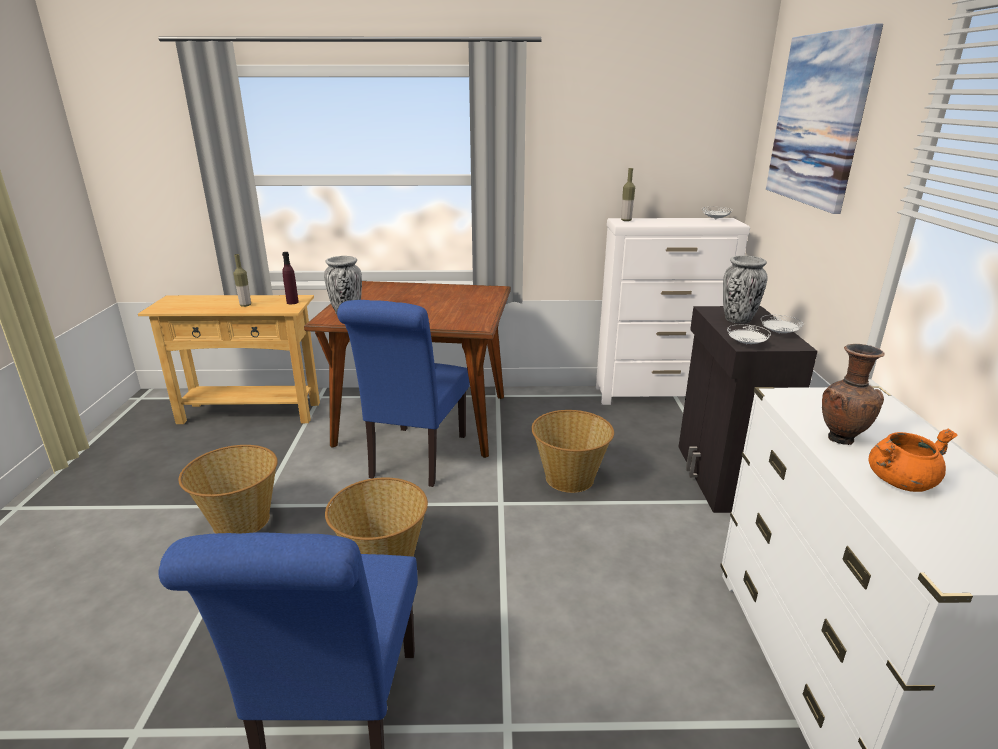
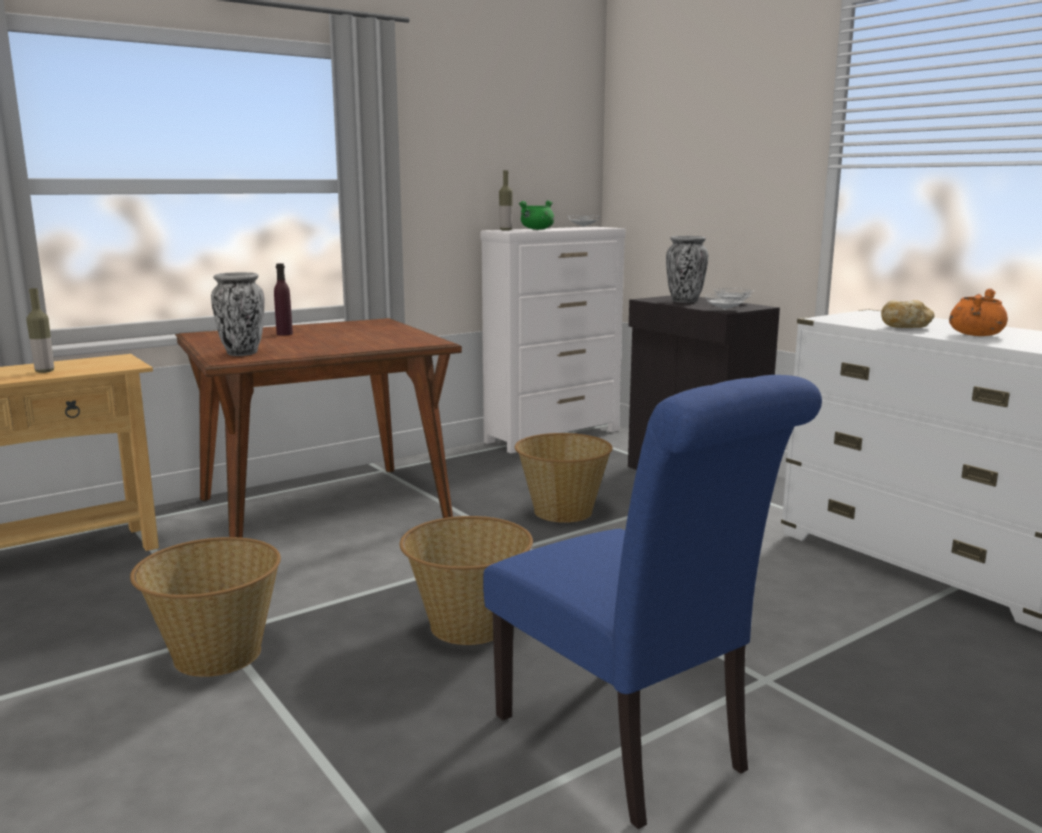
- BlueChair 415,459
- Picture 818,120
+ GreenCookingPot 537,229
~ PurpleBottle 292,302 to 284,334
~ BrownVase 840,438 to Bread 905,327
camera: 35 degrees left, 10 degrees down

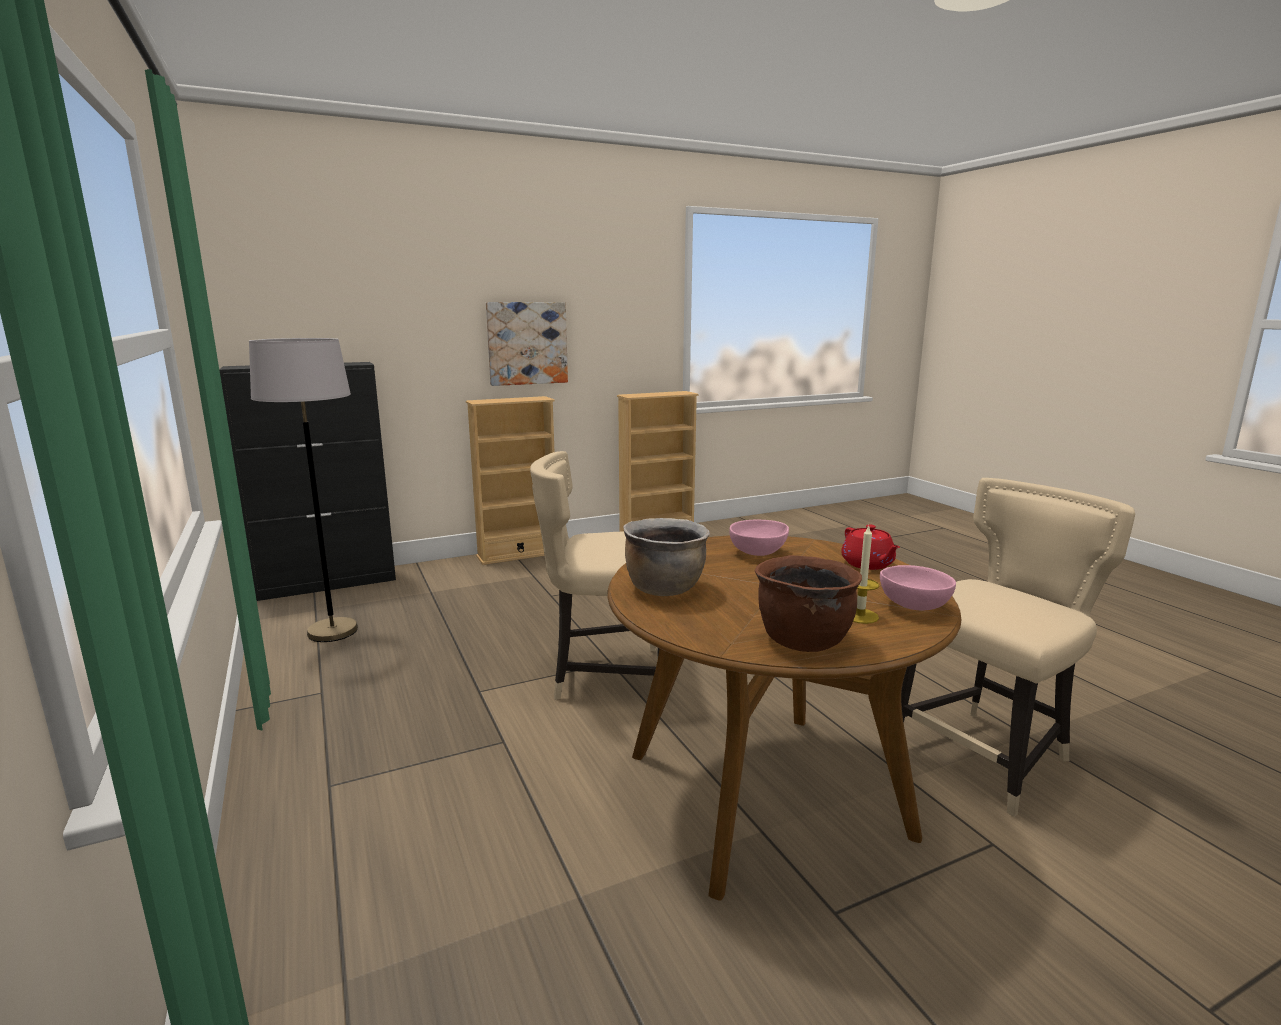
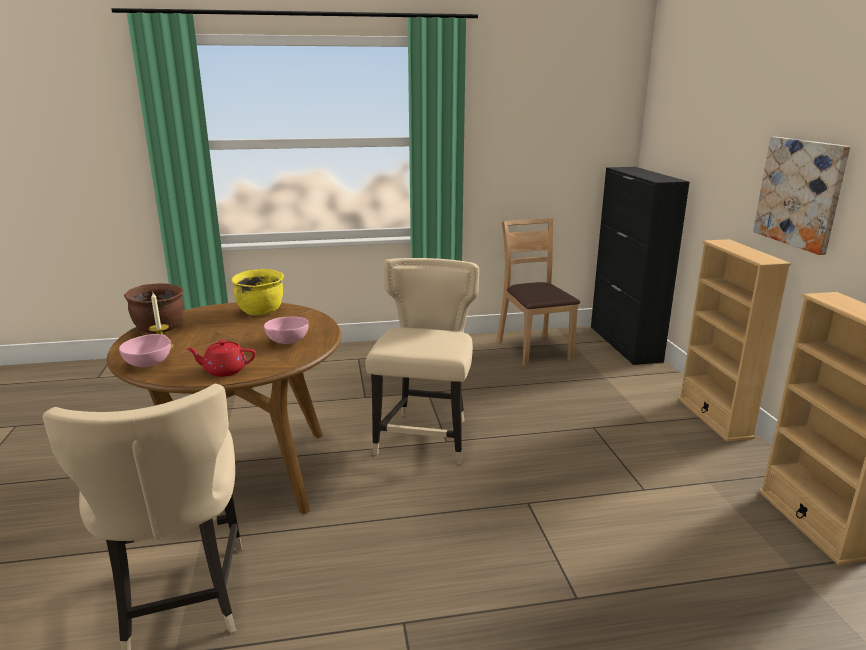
~ GreyFloorLamp 332,631 to BrownChair 534,350
~ BrownCookingPot 664,588 to YellowCookingPot 261,312
camera: 105 degrees right, 5 degrees up

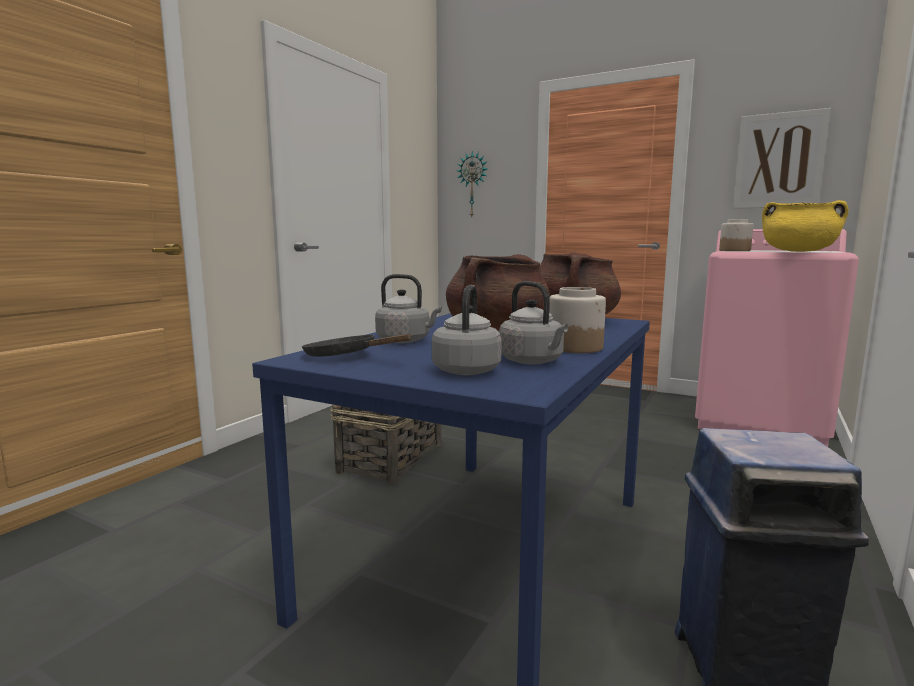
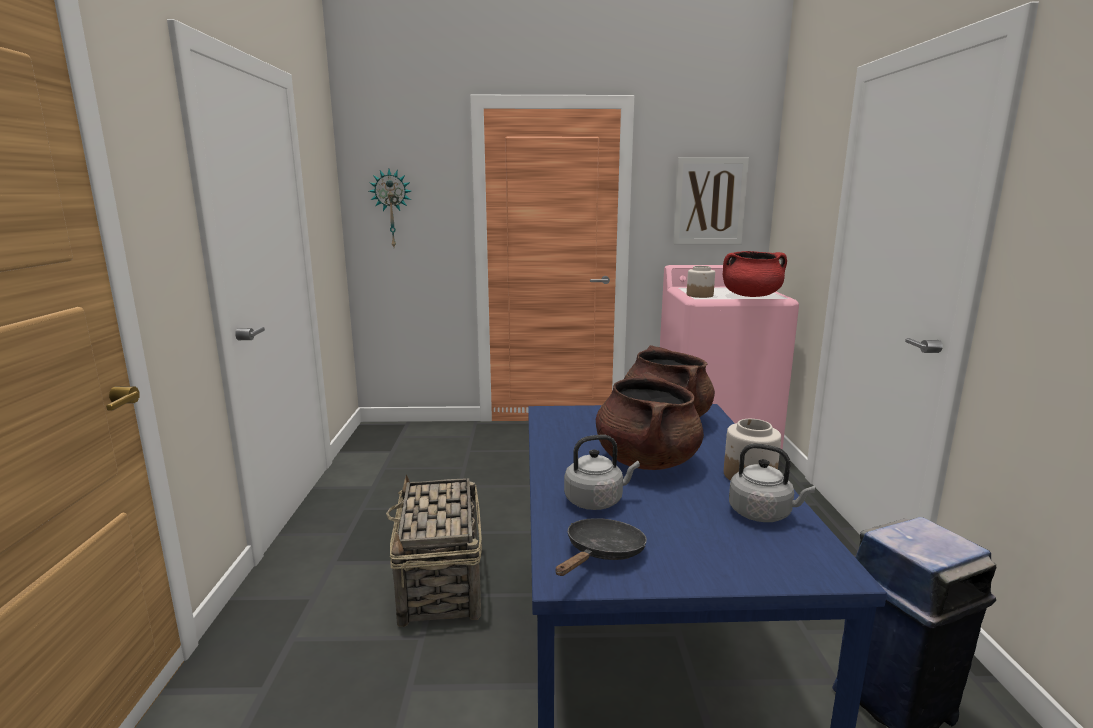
- GreyKettle 467,370
~ YellowCookingPot 798,251 to RedCookingPot 751,296
~ BlackFryingPan 346,356 = 602,554 120 degrees clockwise
camera: 30 degrees left, 5 degrees up

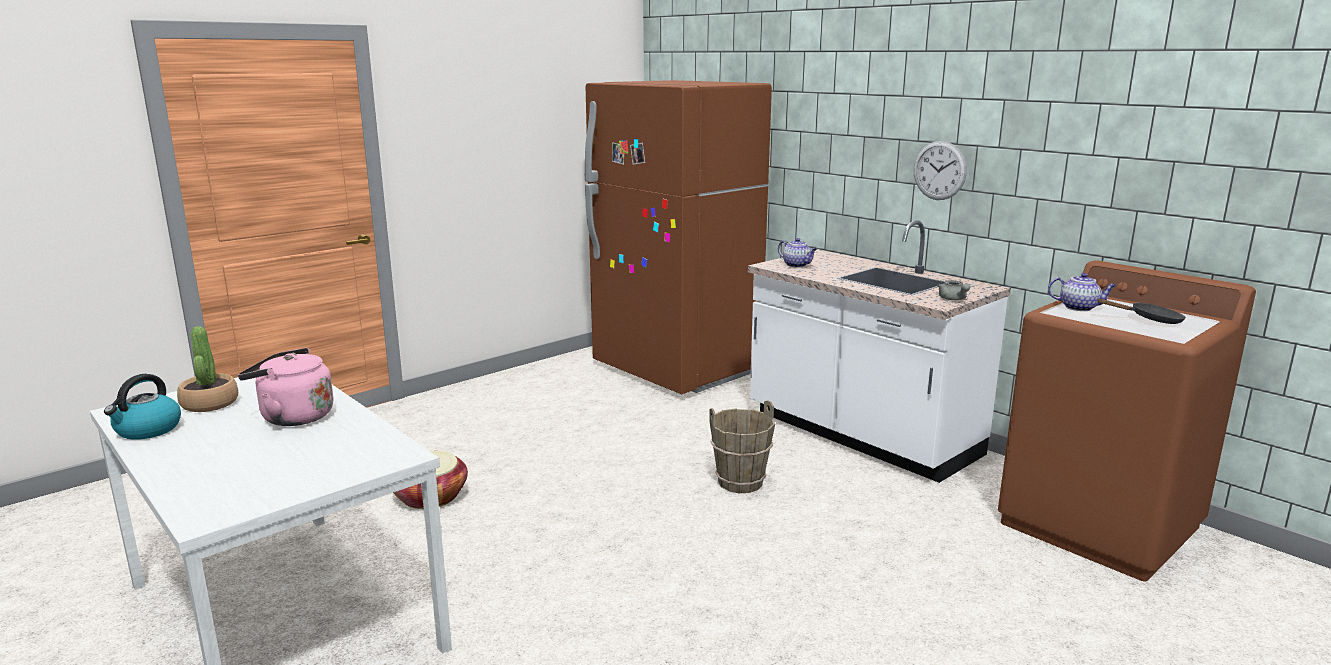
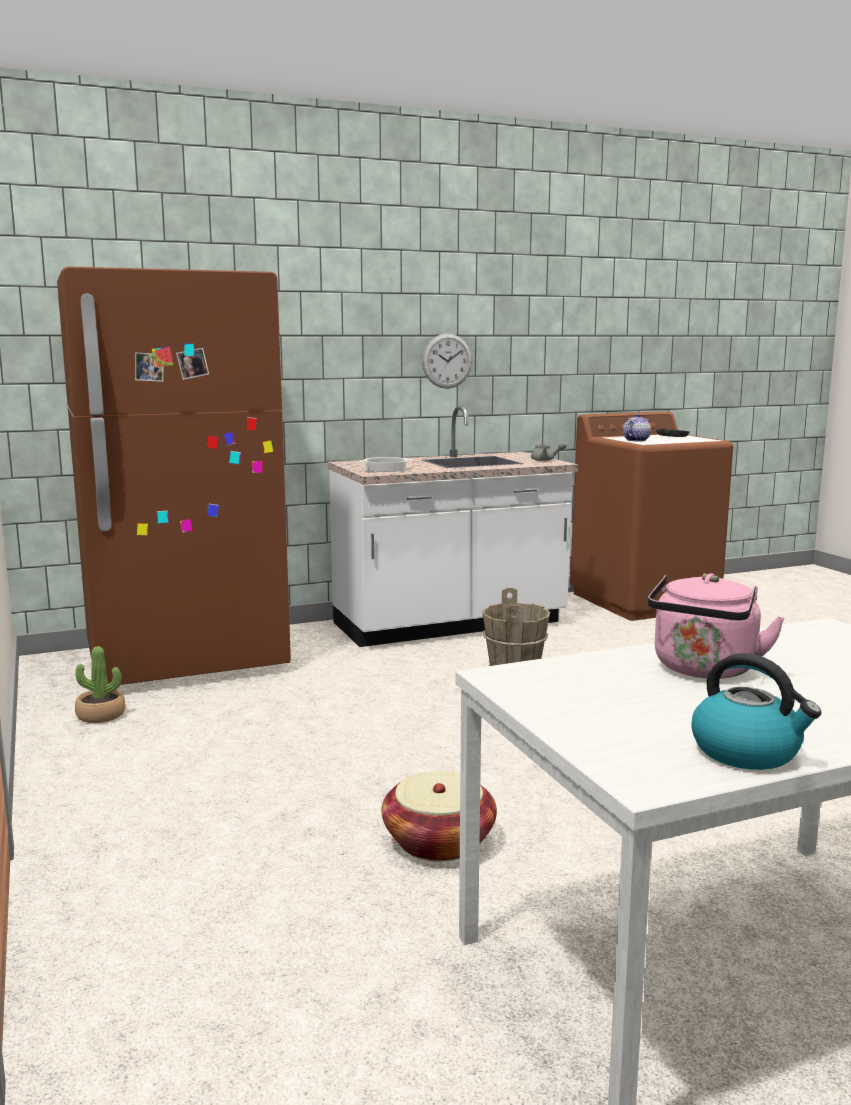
~ PottedPlant 209,403 to 101,715
~ Teapot 797,265 to CookingPot 385,469
camera: 70 degrees left, 5 degrees down

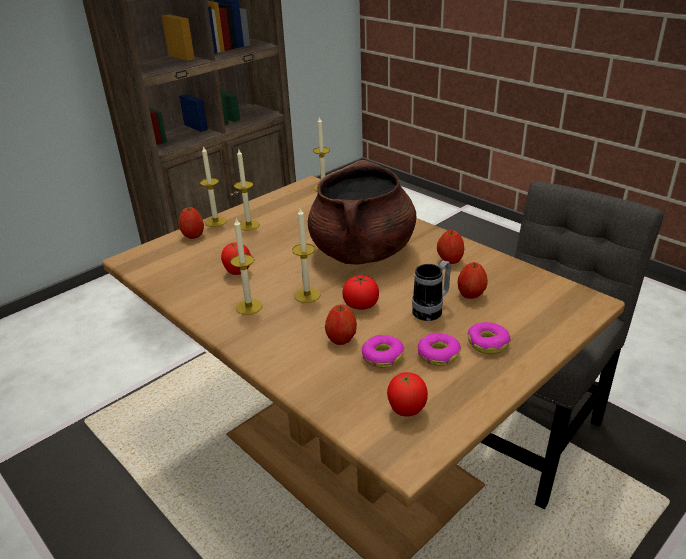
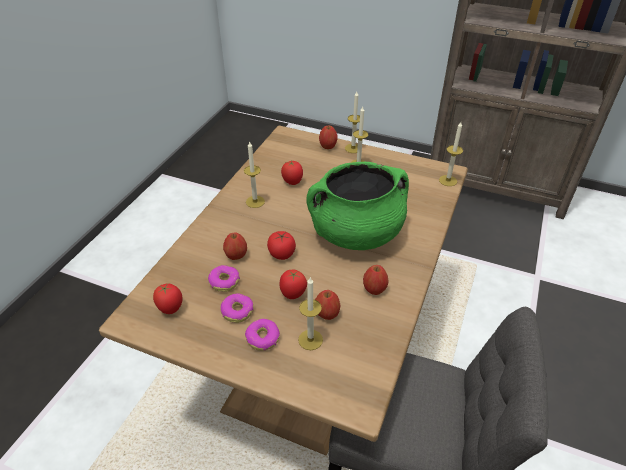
~ Candle 307,295 to 310,339
~ Mug 431,310 to Tomato 293,294
~ BrownCookingPot 362,252 to GreenCookingPot 356,233
camera: 65 degrees right, 10 degrees up

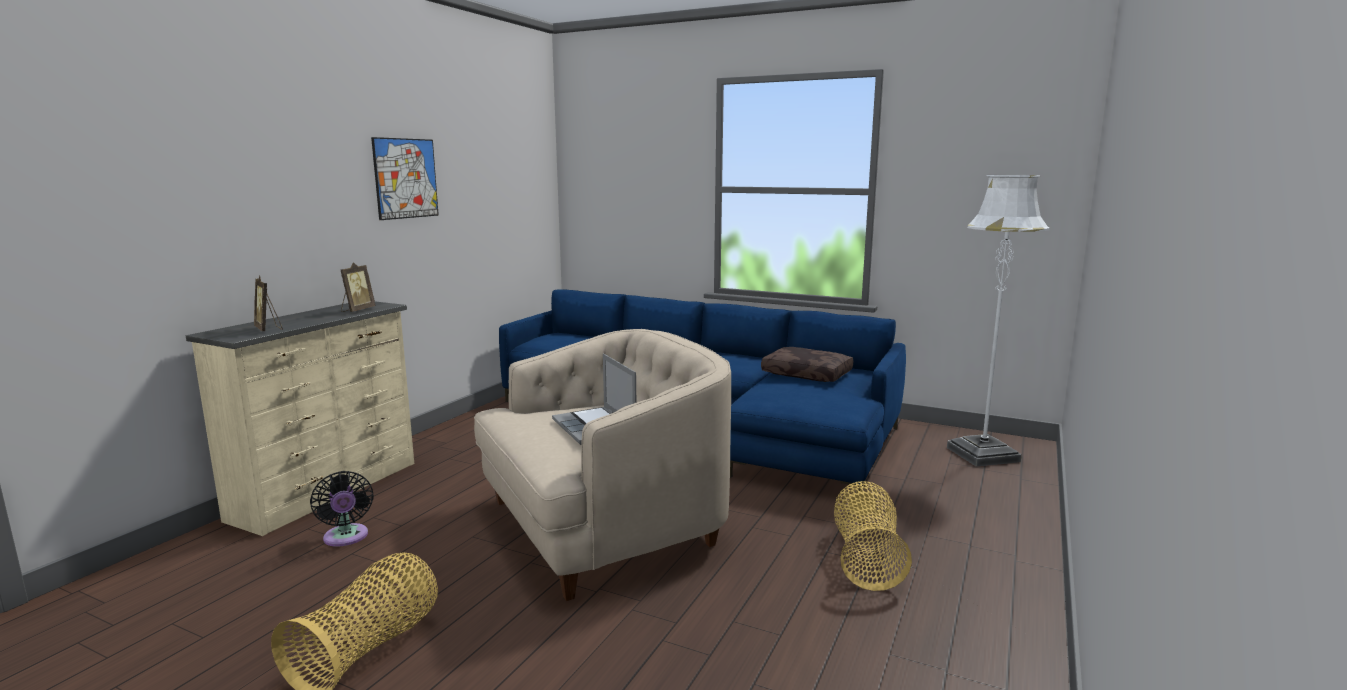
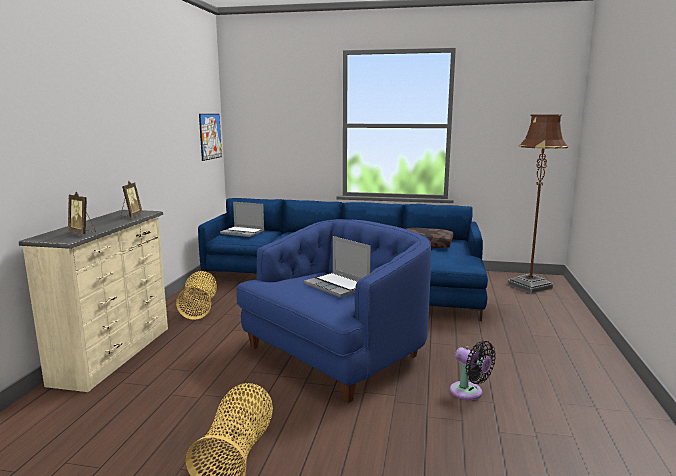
+ Laptop 243,232
~ BlackFan 346,538 to 469,393
~ Picture 406,178 to 210,136
~ Basket 866,558 to 199,308
~ BeigeArmchair 602,526 to BlueArmchair 335,354
~ WhiteFloorLamp 982,454 to BrownFloorLamp 529,286
camera: 15 degrees left, 0 degrees up

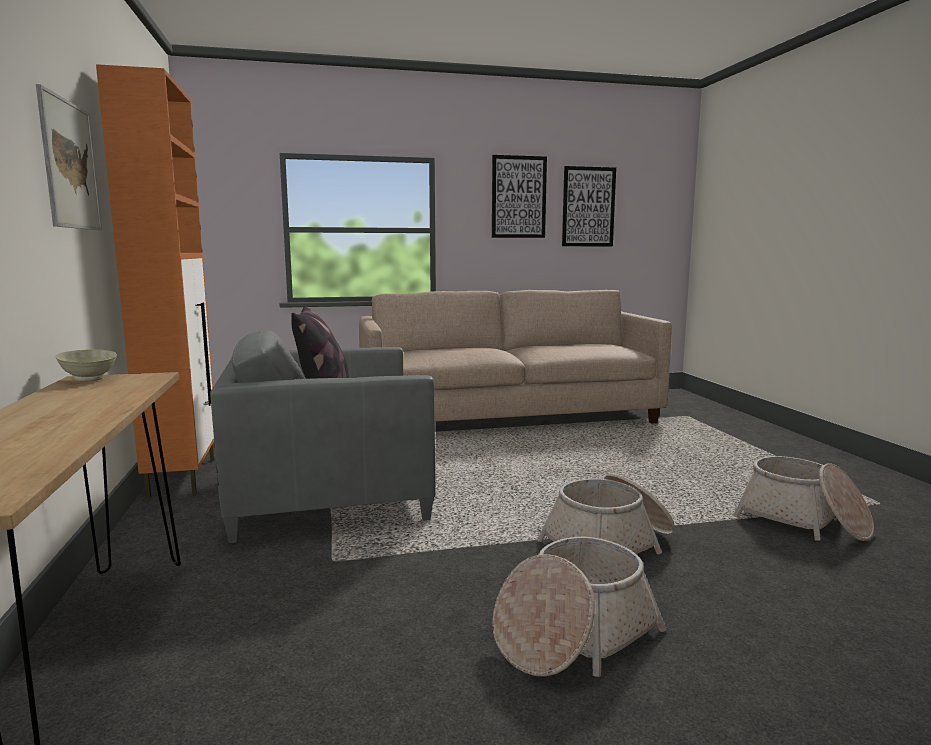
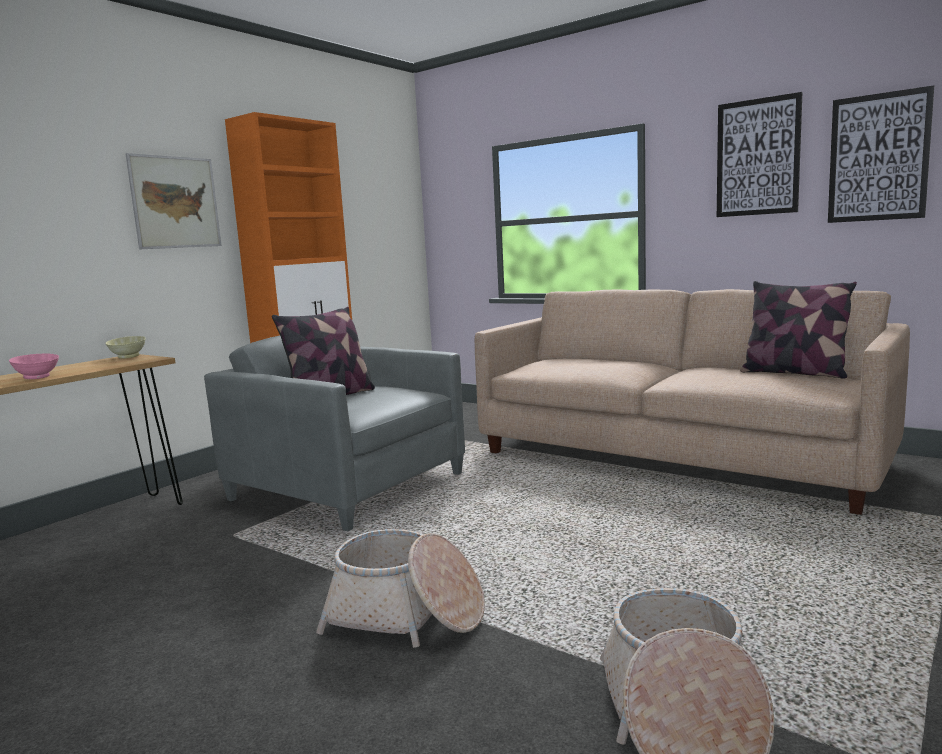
- Basket 573,635
+ PinkBowl 36,377
+ Pillow 794,373
camera: 50 degrees right, 0 degrees up

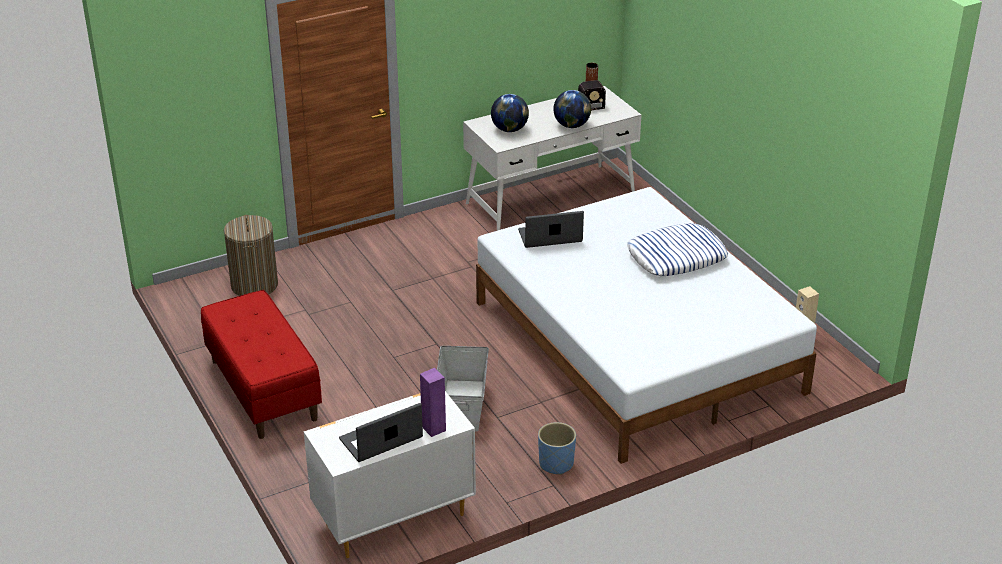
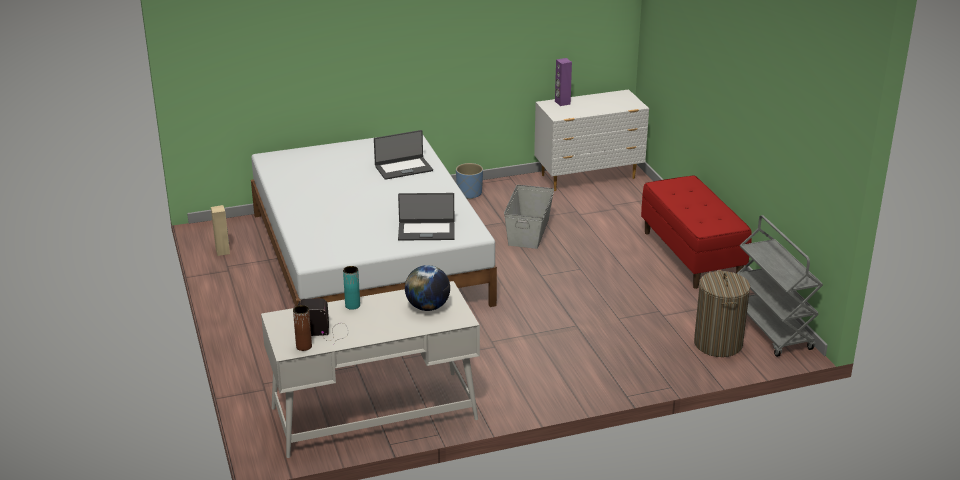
- Pillow 676,257
+ GreyCart 772,329
~ Laptop 381,439 to 403,168
~ Globe 571,125 to TurquoiseVase 352,305
camera: 170 degrees left, 5 degrees down

